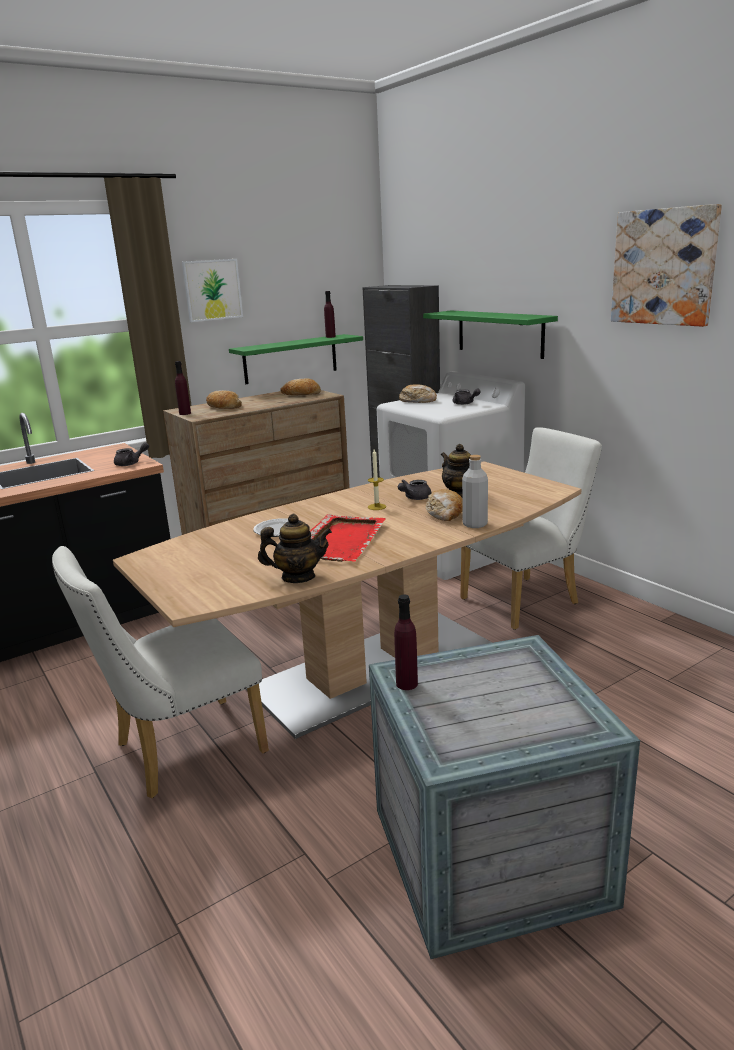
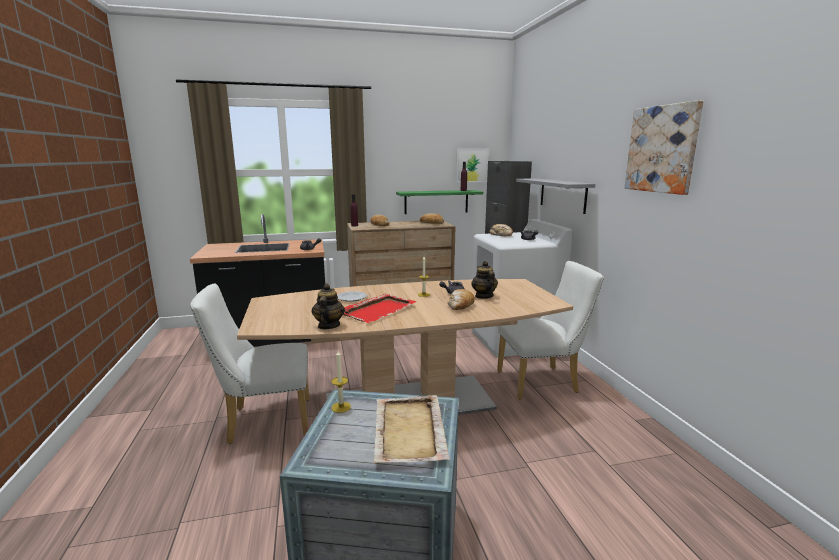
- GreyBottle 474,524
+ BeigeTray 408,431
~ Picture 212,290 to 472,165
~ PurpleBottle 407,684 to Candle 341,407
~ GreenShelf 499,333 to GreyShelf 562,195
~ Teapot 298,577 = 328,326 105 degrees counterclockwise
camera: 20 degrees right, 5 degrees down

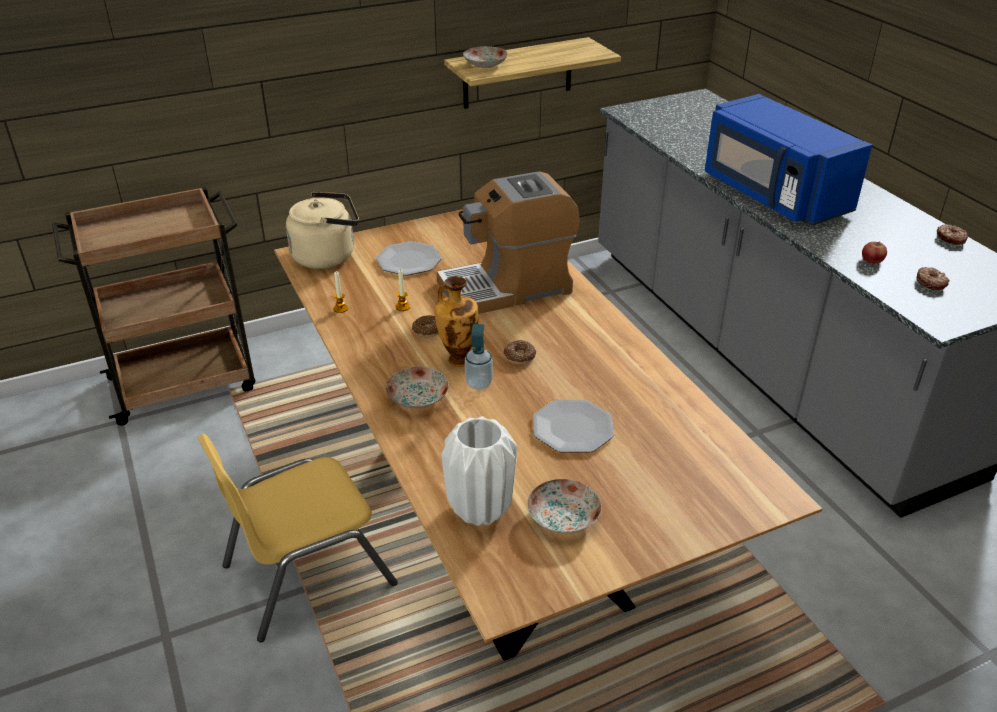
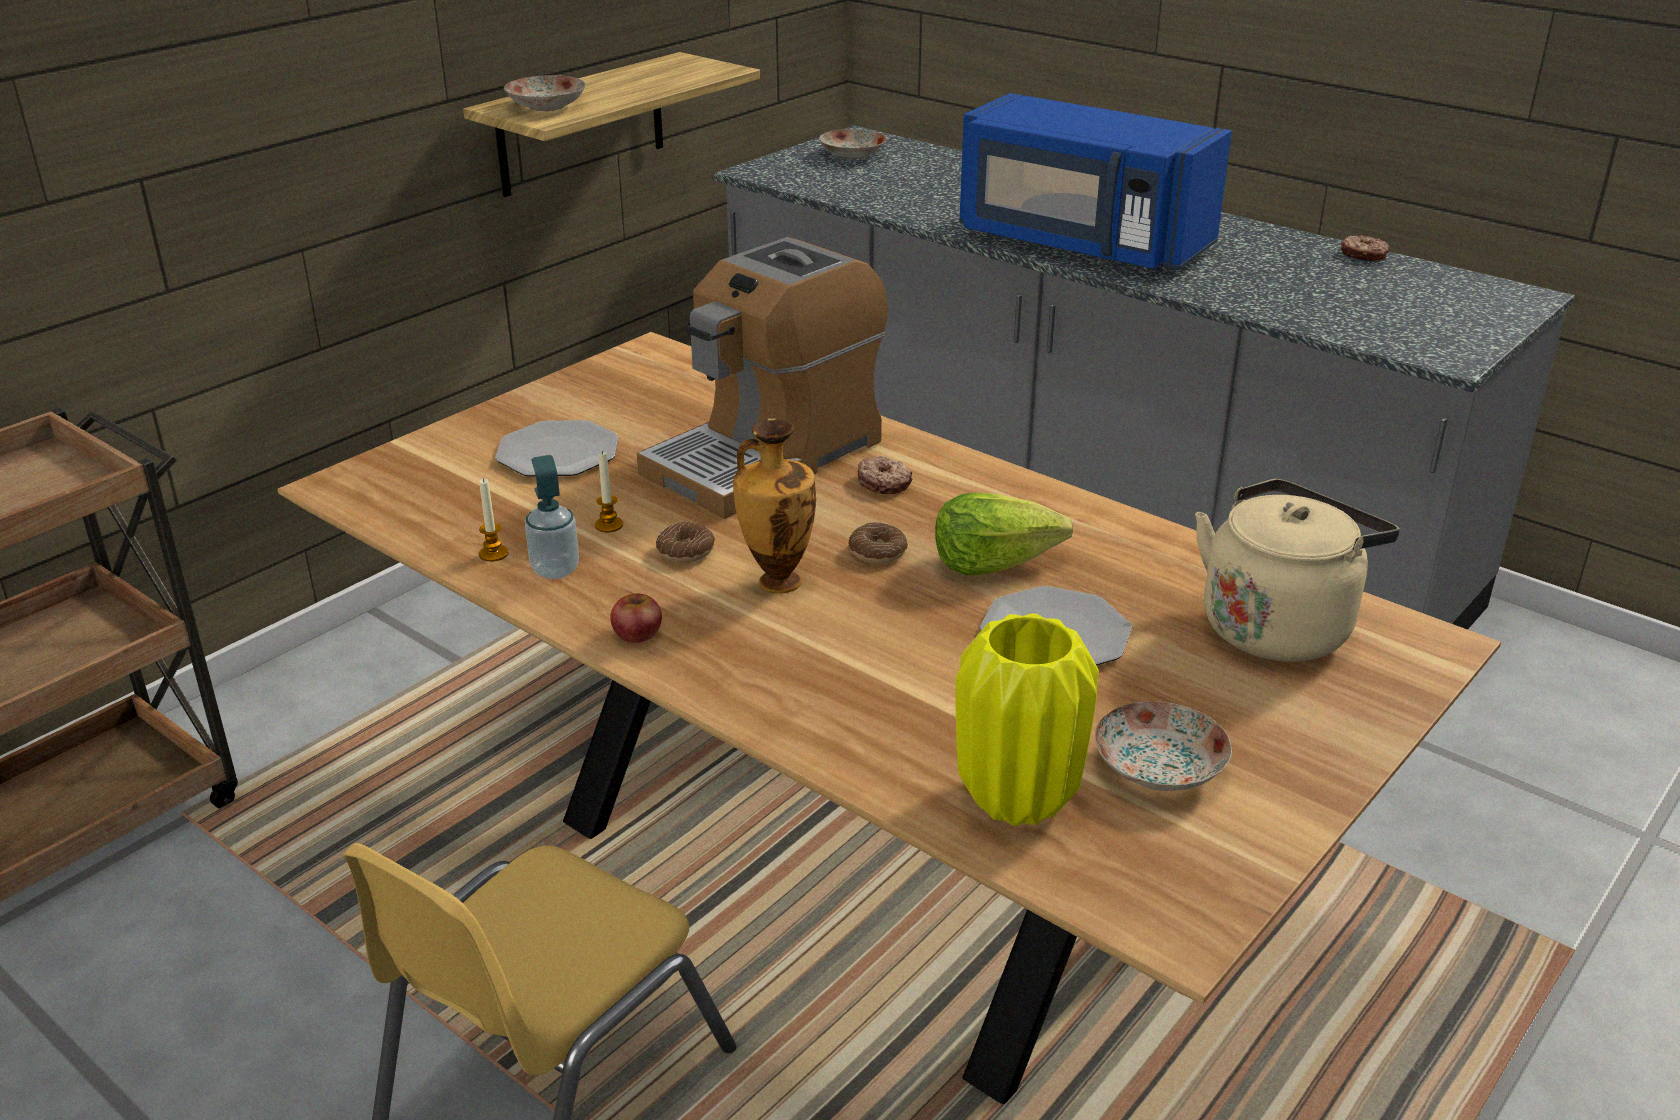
+ Lettuce 994,562
~ BeigeKettle 328,256 to 1279,626
~ Plate 417,398 to 851,155
~ SoapDispenser 478,383 to 555,570
~ Apple 872,260 to 637,633
~ Donut 931,282 to 884,483
~ WhiteVase 480,510 to YellowVase 1019,800
camera: 25 degrees left, 5 degrees down

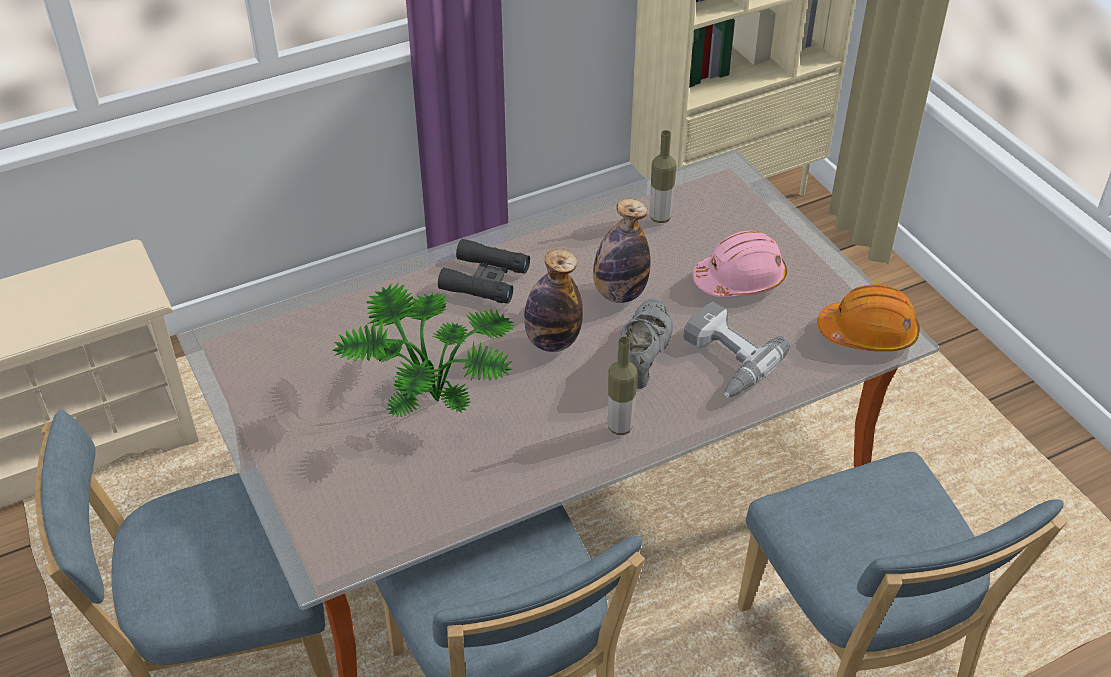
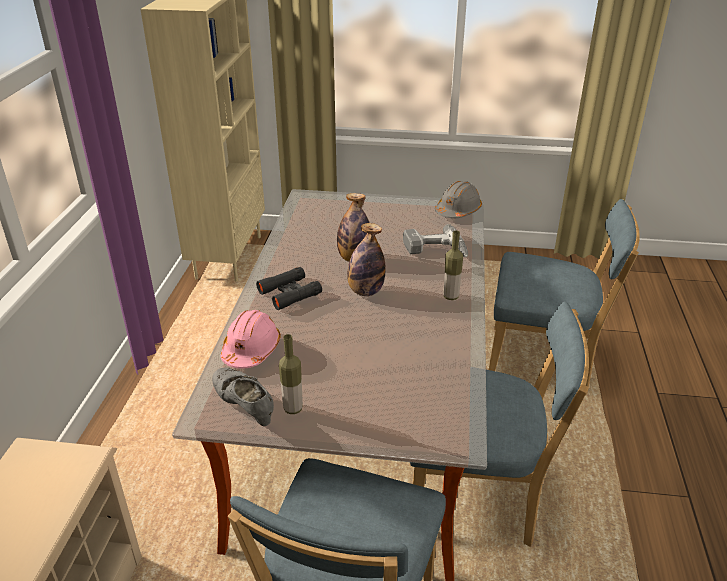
- PottedPlant 432,393
~ GreyShoe 643,356 to 244,407
~ Bottle 660,217 to 293,408
~ PinkHardHat 740,280 to 251,350
~ OrangeHardHat 868,333 to GreyHardHat 458,211
camera: 55 degrees left, 10 degrees down

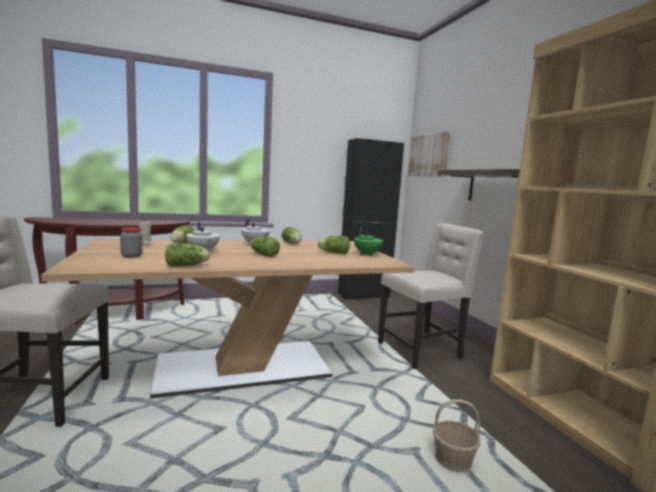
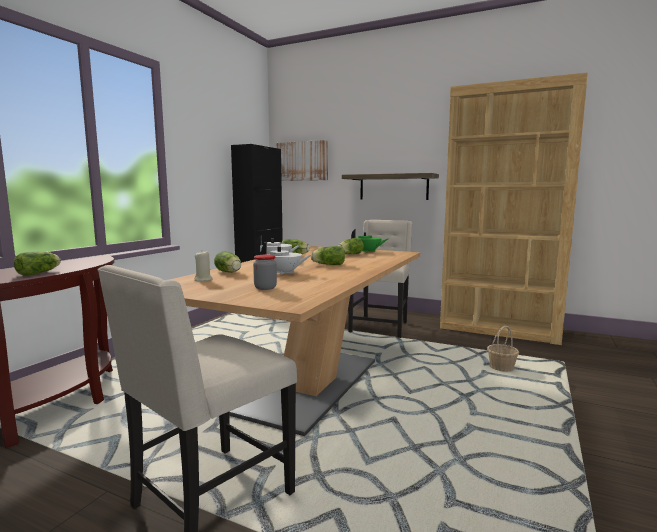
~ Lettuce 188,266 to 40,273
camera: 45 degrees left, 0 degrees up

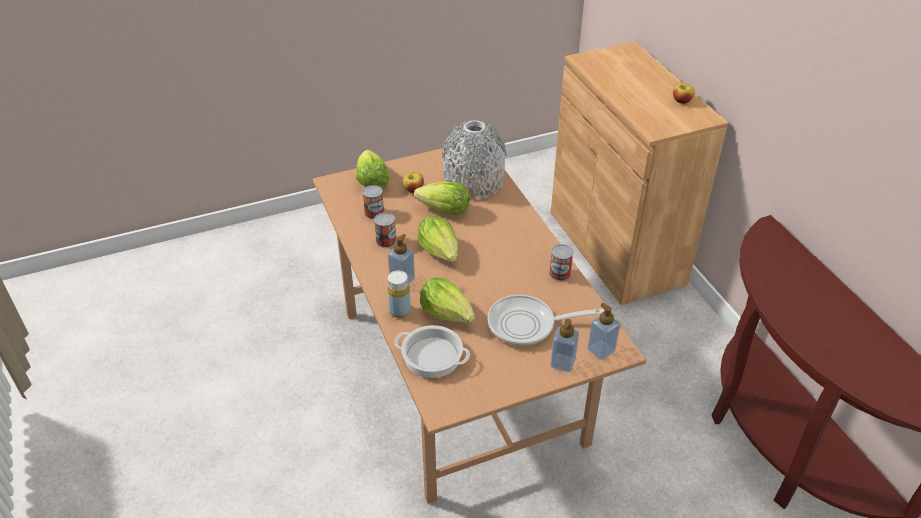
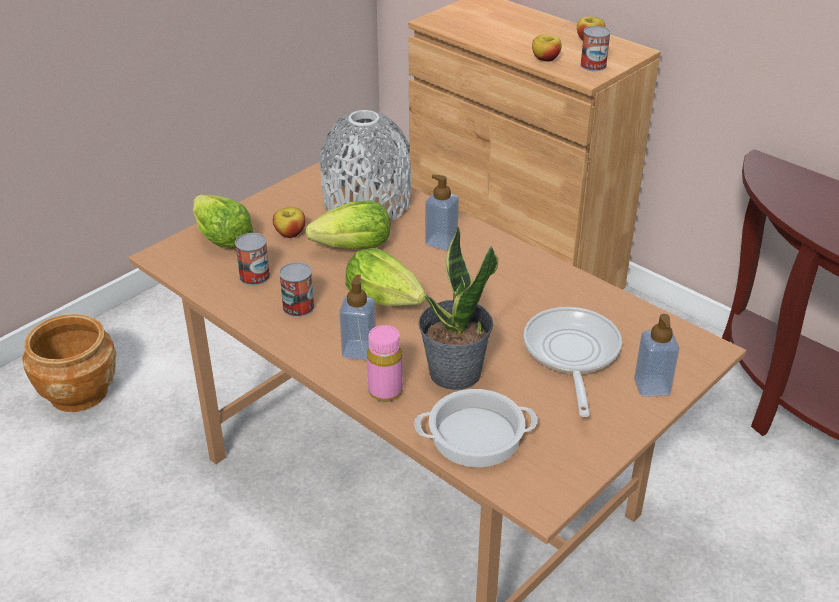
+ BrownPlanter 78,393
+ Apple 545,59
~ Can 559,273 to 593,65
~ SoapDispenser 601,350 to 441,242
~ Lettuce 447,313 to PottedPlant 454,373
~ YellowBottle 399,311 to PinkBottle 385,391
~ FryingPan 527,325 = 571,355 120 degrees clockwise
camera: 25 degrees left, 5 degrees down

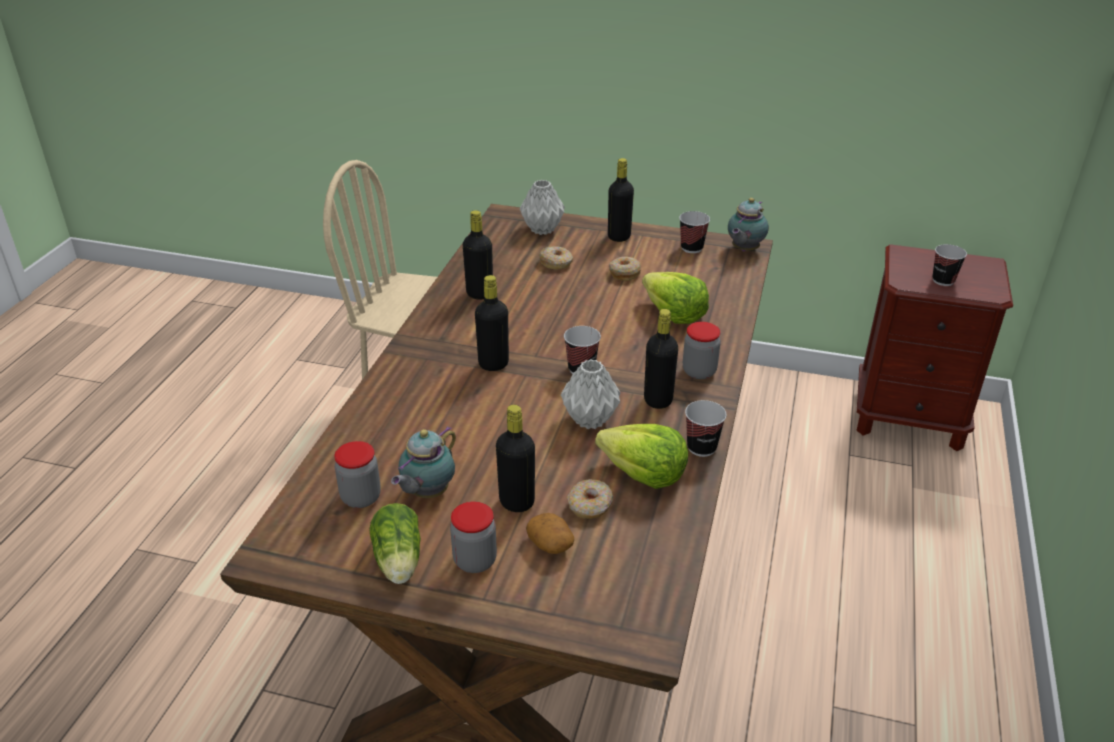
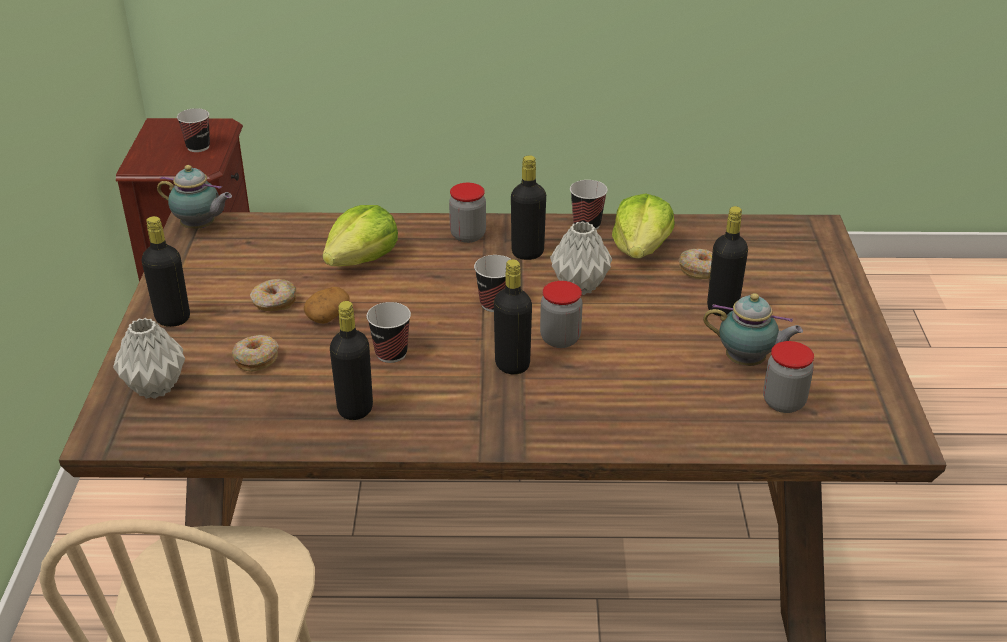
- Lettuce 398,562
~ Jar 475,561 to 560,339
~ Potato 551,544 to 328,315
~ Cup 691,248 to 391,353
camera: 105 degrees left, 0 degrees up

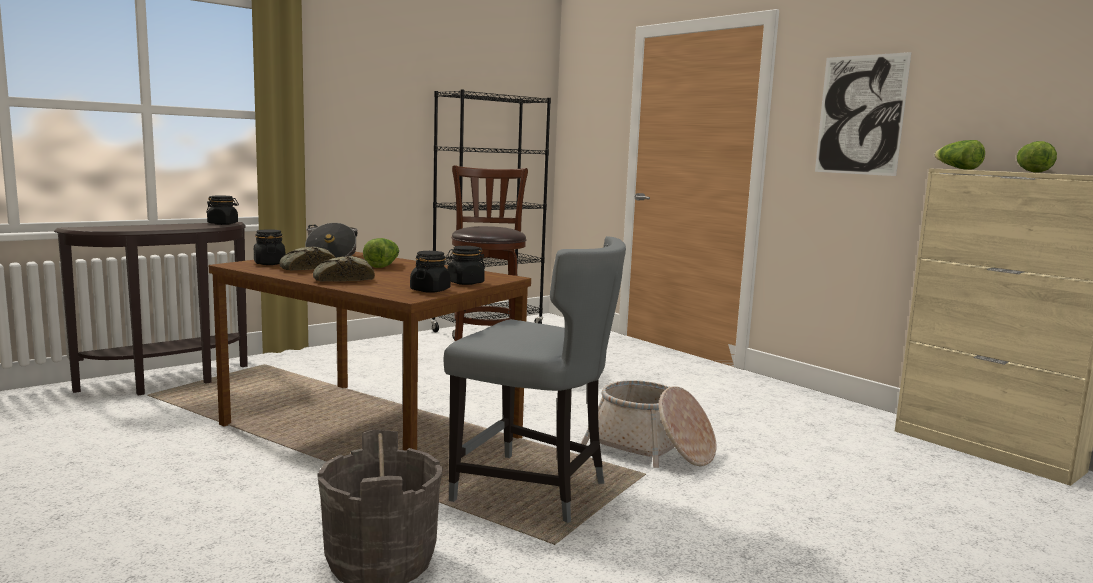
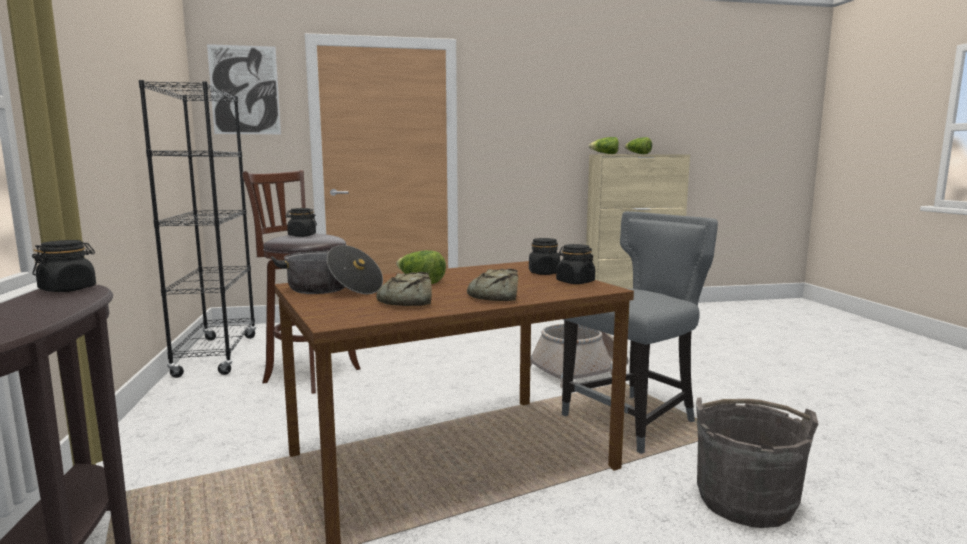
~ BlackJar 269,263 to 301,235
~ Picture 860,115 to 244,90
camera: 60 degrees left, 0 degrees up

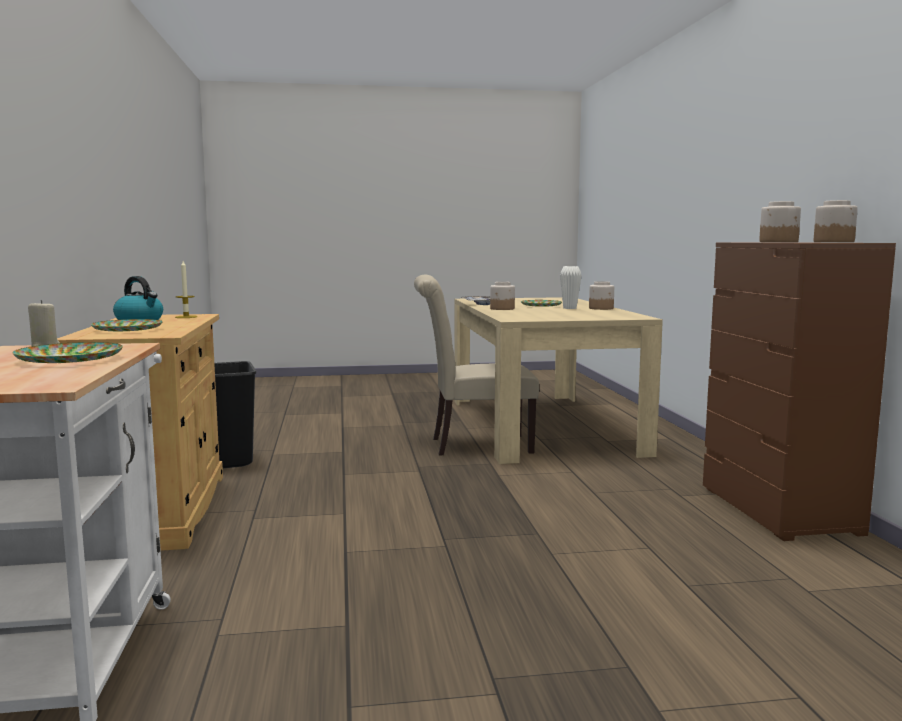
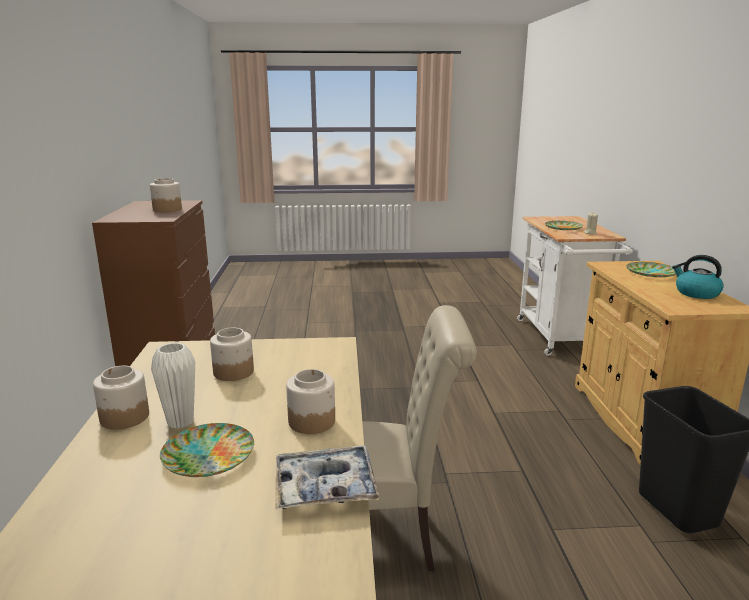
- Candle 186,317
~ Jar 833,242 to 233,372
camera: 175 degrees left, 10 degrees up

